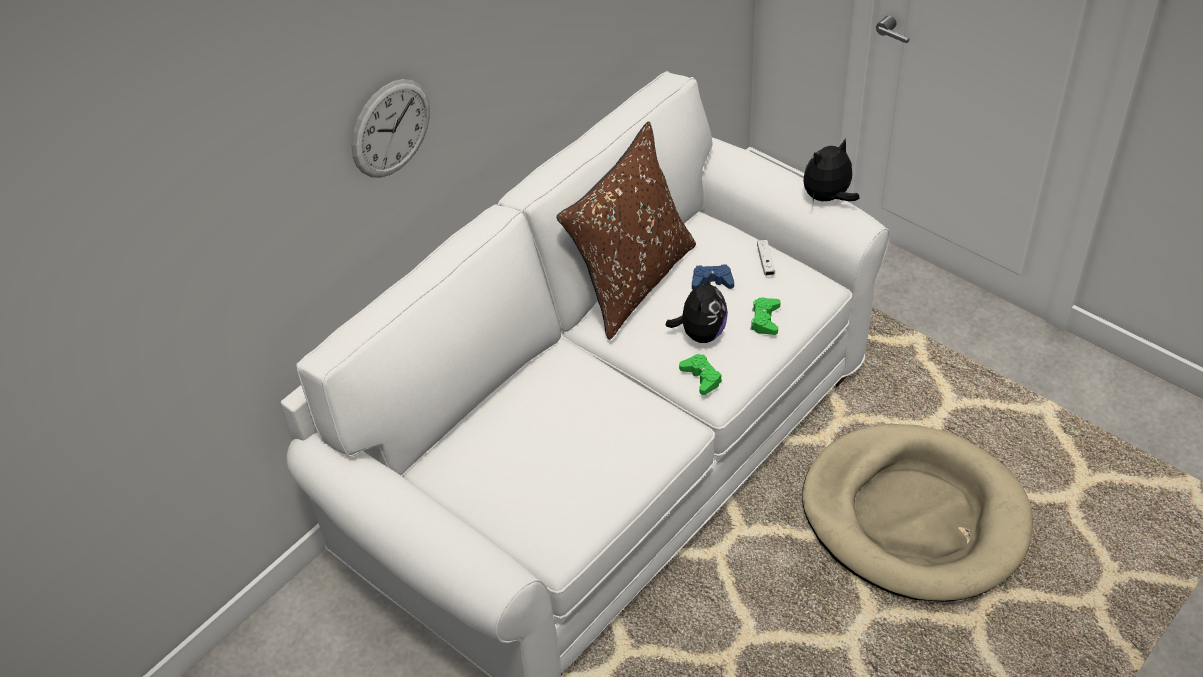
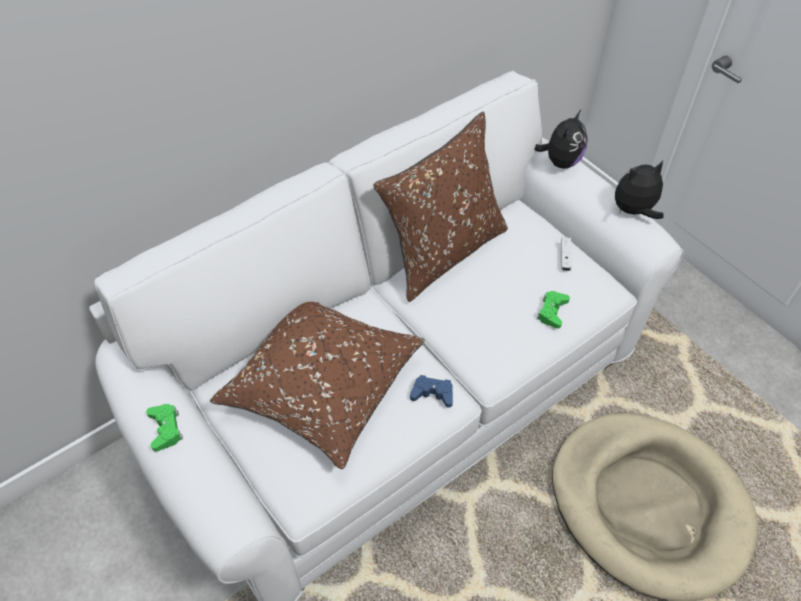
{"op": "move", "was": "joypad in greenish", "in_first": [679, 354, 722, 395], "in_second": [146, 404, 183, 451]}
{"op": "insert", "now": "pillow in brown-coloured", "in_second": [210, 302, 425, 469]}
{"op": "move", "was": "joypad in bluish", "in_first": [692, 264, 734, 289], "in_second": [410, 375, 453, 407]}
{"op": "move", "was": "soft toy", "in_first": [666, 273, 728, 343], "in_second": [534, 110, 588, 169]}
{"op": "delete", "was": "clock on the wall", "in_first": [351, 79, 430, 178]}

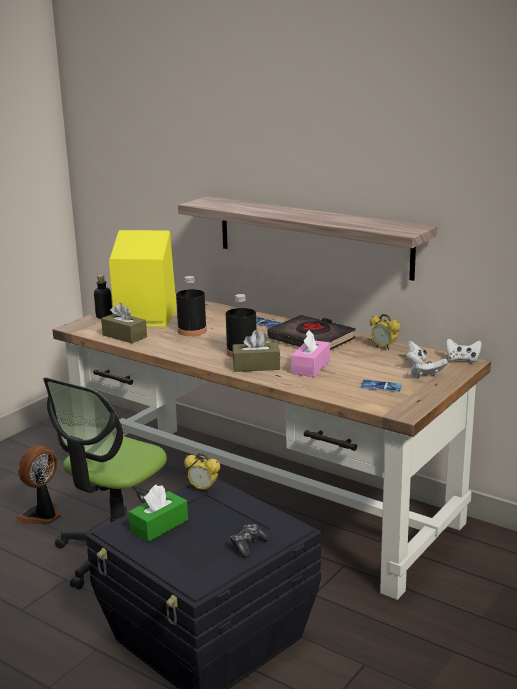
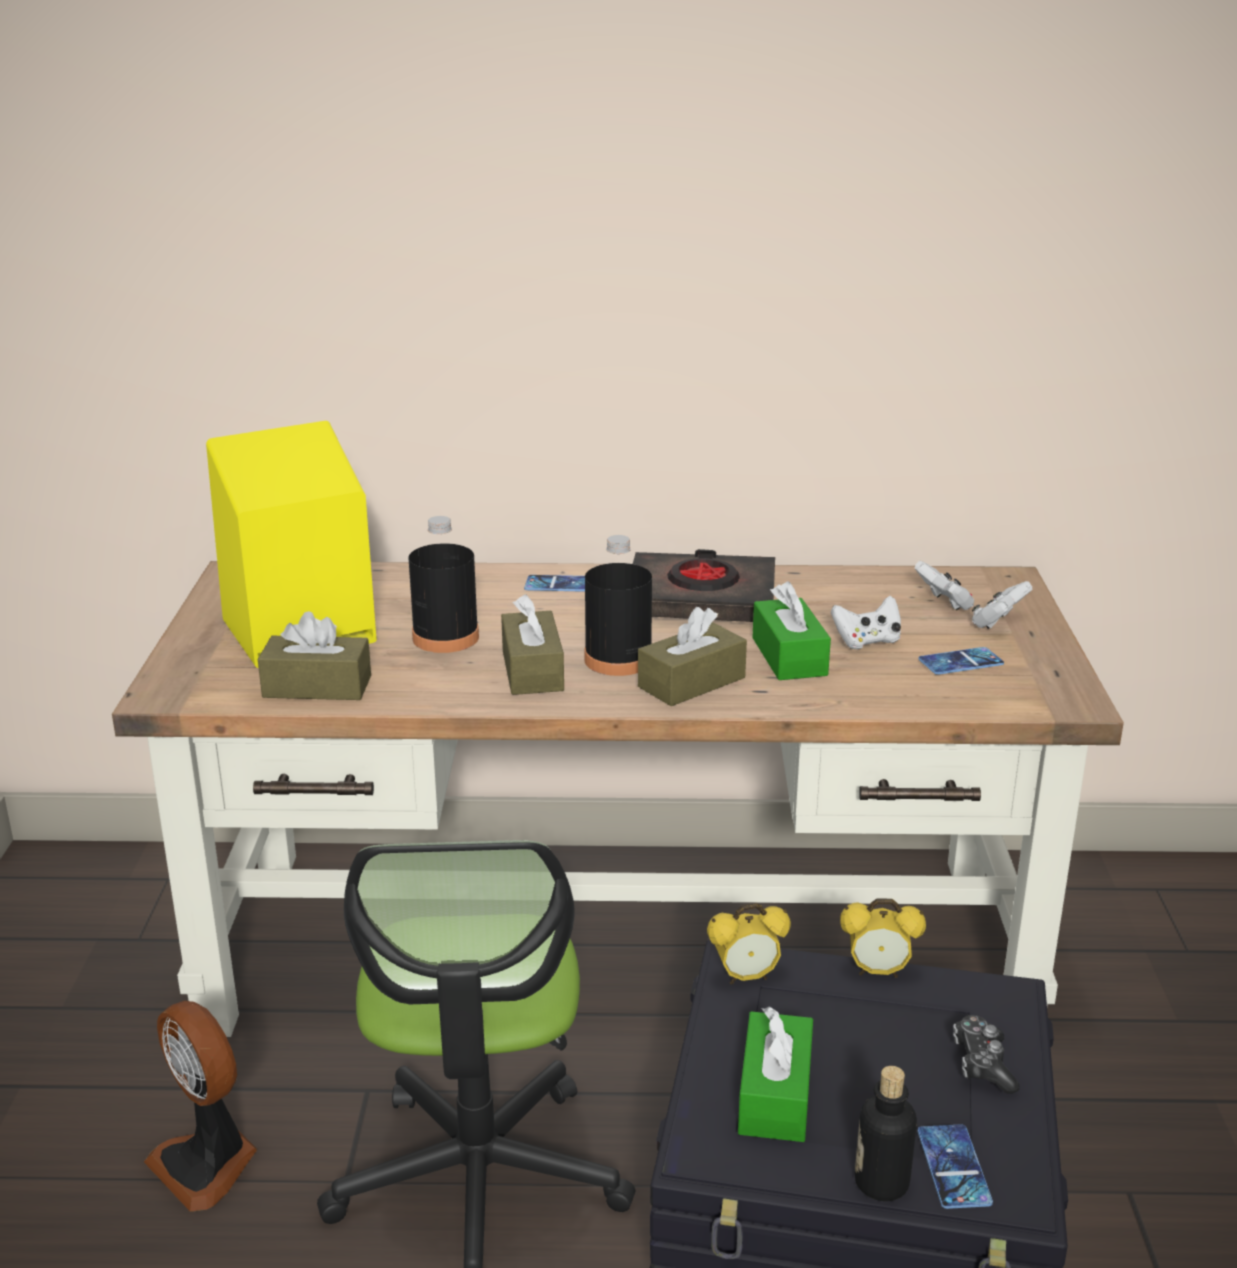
{"op": "rotate", "was": "fan", "in_first": [16, 445, 62, 524], "in_second": [144, 1001, 257, 1212], "clockwise": -45}
{"op": "insert", "now": "tissue holder in brown-coloured", "in_second": [501, 594, 564, 695]}
{"op": "recolor", "was": "tissue holder in pink-coloured", "now": "tissue holder in greenish", "in_first": [291, 330, 330, 377], "in_second": [752, 581, 831, 680]}
{"op": "move", "was": "joypad in white", "in_first": [446, 338, 482, 362], "in_second": [831, 595, 901, 649]}
{"op": "move", "was": "bedside clock", "in_first": [370, 314, 401, 350], "in_second": [840, 899, 926, 978]}
{"op": "move", "was": "bottle", "in_first": [94, 275, 113, 319], "in_second": [855, 1066, 917, 1201]}
{"op": "insert", "now": "phone", "in_second": [918, 1124, 993, 1209]}
{"op": "delete", "was": "wall shelf", "in_first": [178, 196, 437, 281]}

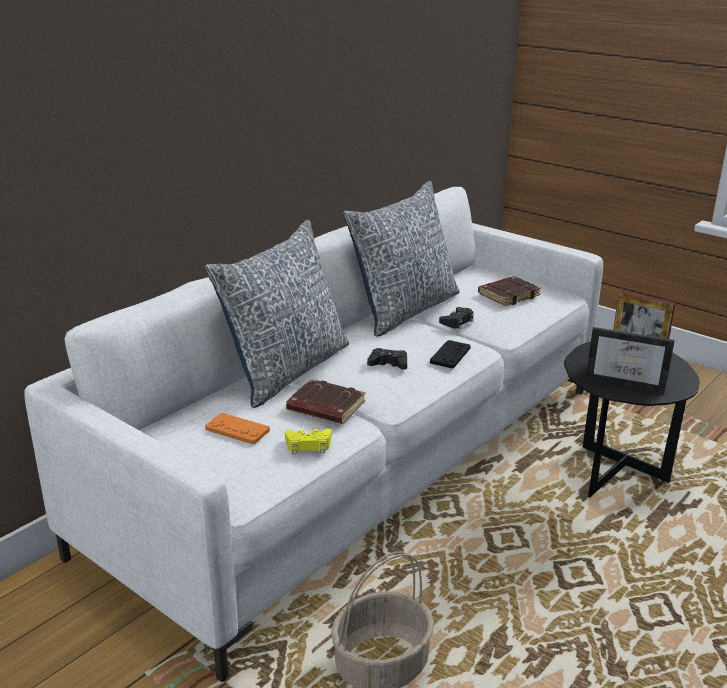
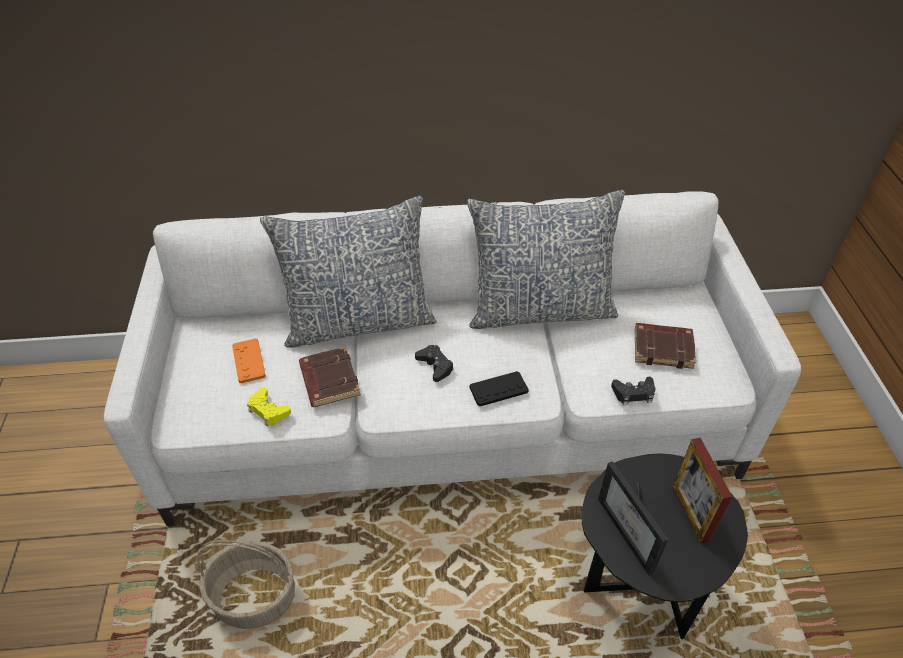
{"op": "move", "was": "joypad in blackish", "in_first": [439, 307, 474, 329], "in_second": [611, 377, 656, 405]}

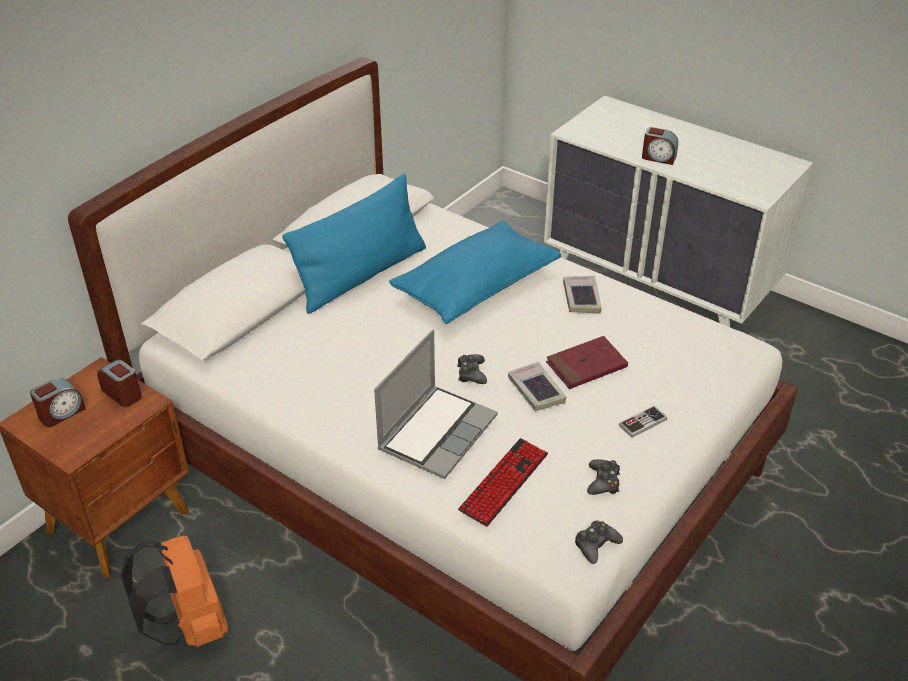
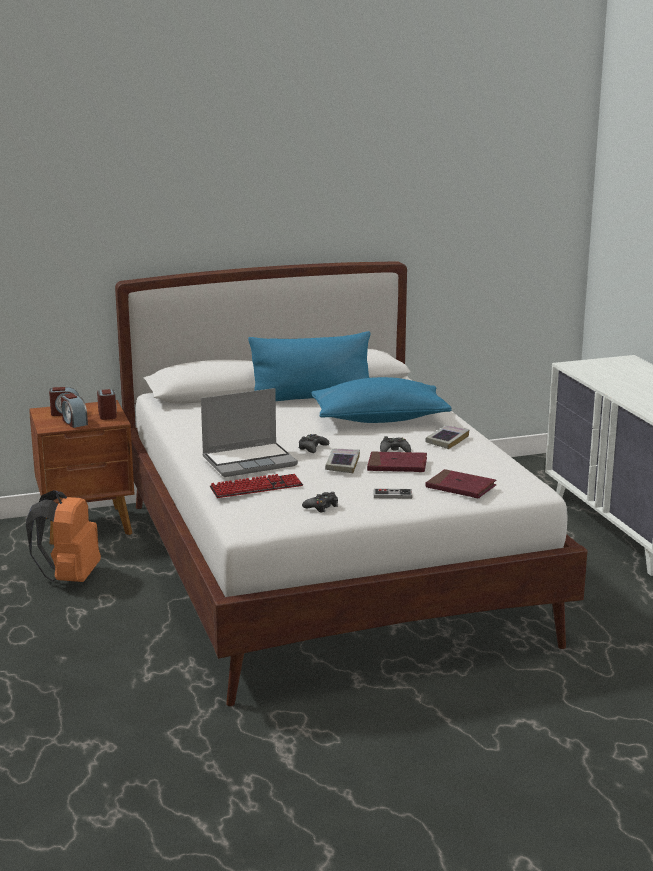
{"op": "move", "was": "bedside clock", "in_first": [642, 127, 678, 165], "in_second": [61, 393, 88, 428]}
{"op": "move", "was": "joypad in blackish", "in_first": [575, 520, 623, 564], "in_second": [380, 436, 411, 452]}
{"op": "insert", "now": "bound book in red", "in_second": [426, 469, 497, 498]}

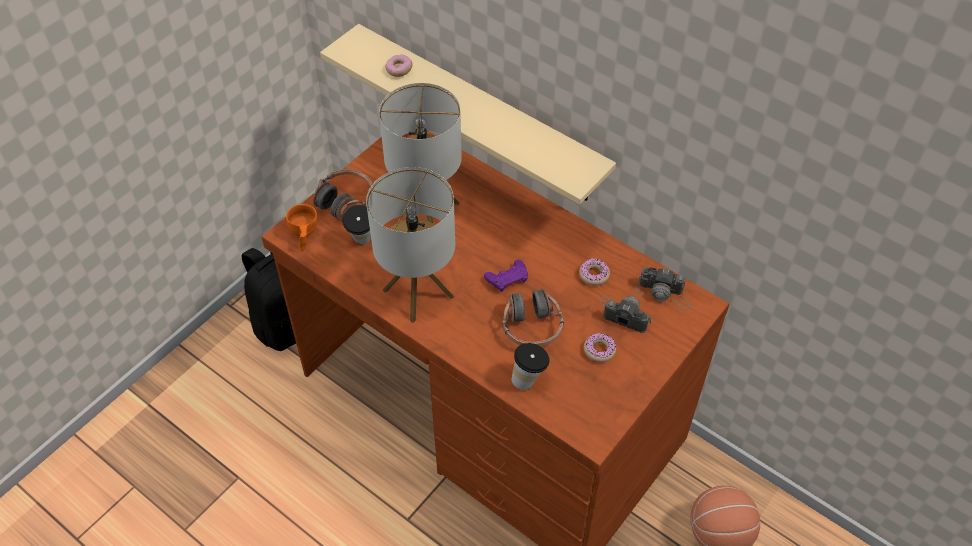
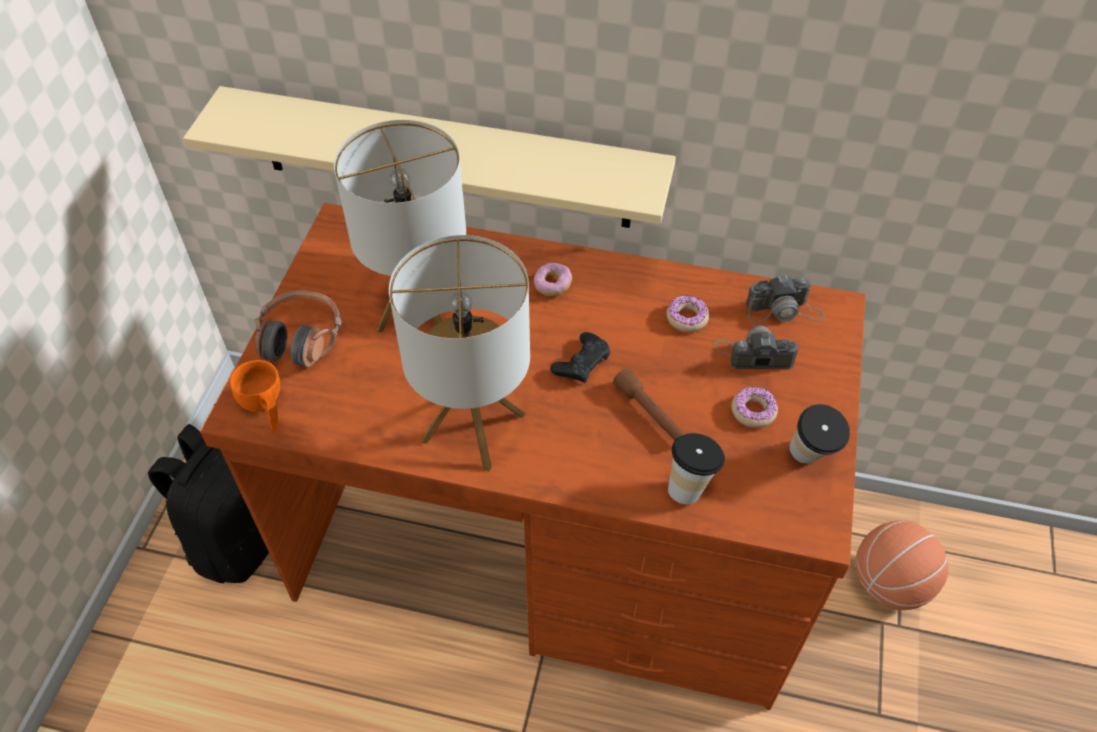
{"op": "move", "was": "donut", "in_first": [386, 54, 413, 77], "in_second": [534, 263, 572, 296]}
{"op": "recolor", "was": "joypad in purple-coloured", "now": "joypad in blackish", "in_first": [484, 259, 528, 292], "in_second": [550, 332, 610, 383]}
{"op": "replace", "was": "pair of headphones", "now": "hand torch in brown-coloured", "in_first": [502, 288, 564, 346], "in_second": [613, 368, 685, 440]}
{"op": "move", "was": "small cup", "in_first": [342, 205, 371, 244], "in_second": [790, 404, 850, 464]}

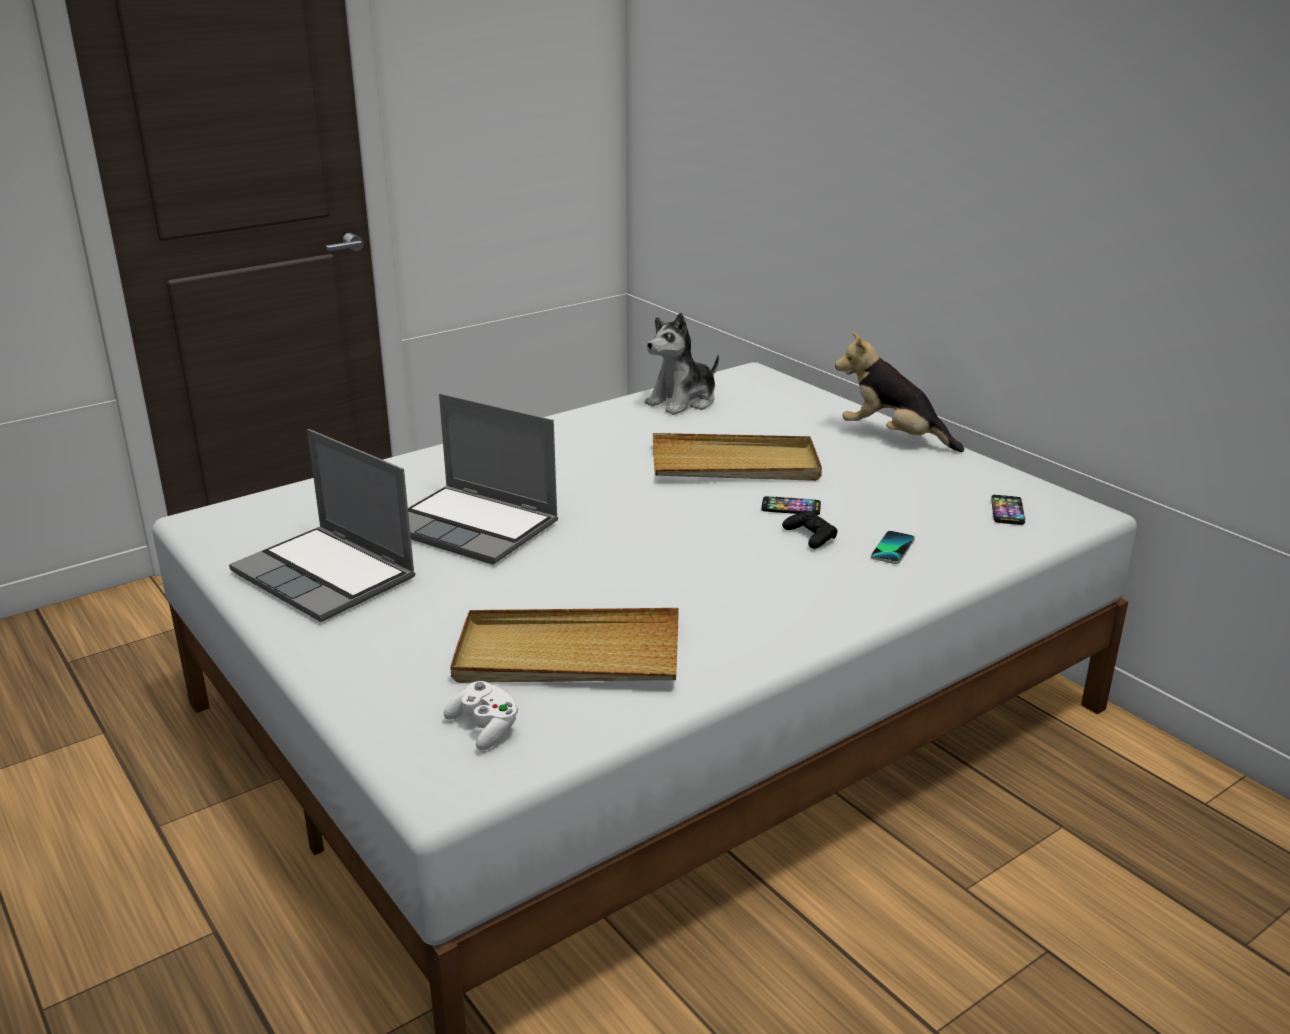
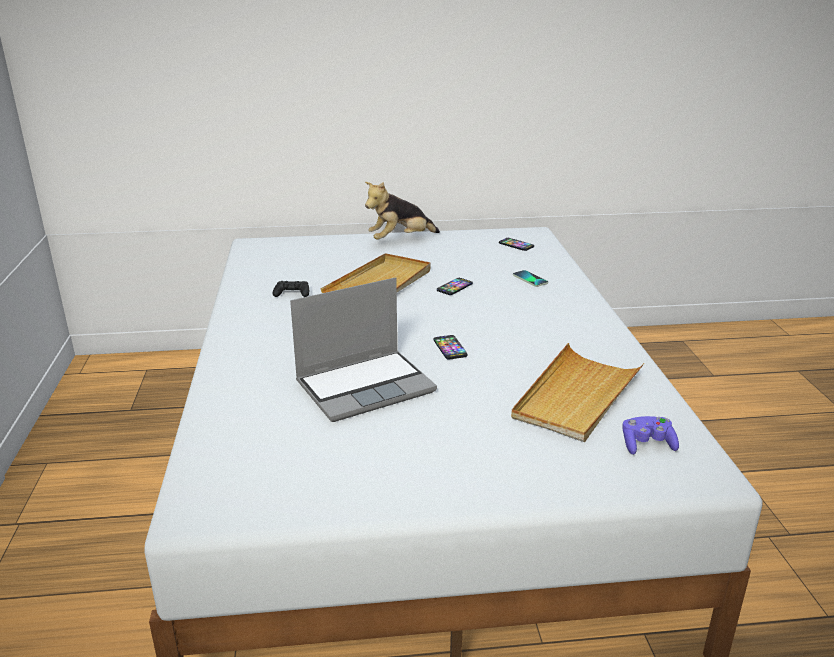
{"op": "move", "was": "joypad in blackish", "in_first": [782, 511, 838, 549], "in_second": [273, 281, 309, 297]}
{"op": "insert", "now": "phone", "in_second": [434, 335, 468, 359]}
{"op": "recolor", "was": "joypad in white", "now": "joypad in purple-coloured", "in_first": [443, 681, 518, 750], "in_second": [622, 416, 679, 455]}
{"op": "delete", "was": "portable computer", "in_first": [229, 429, 416, 622]}
{"op": "delete", "was": "soft toy", "in_first": [645, 312, 719, 415]}

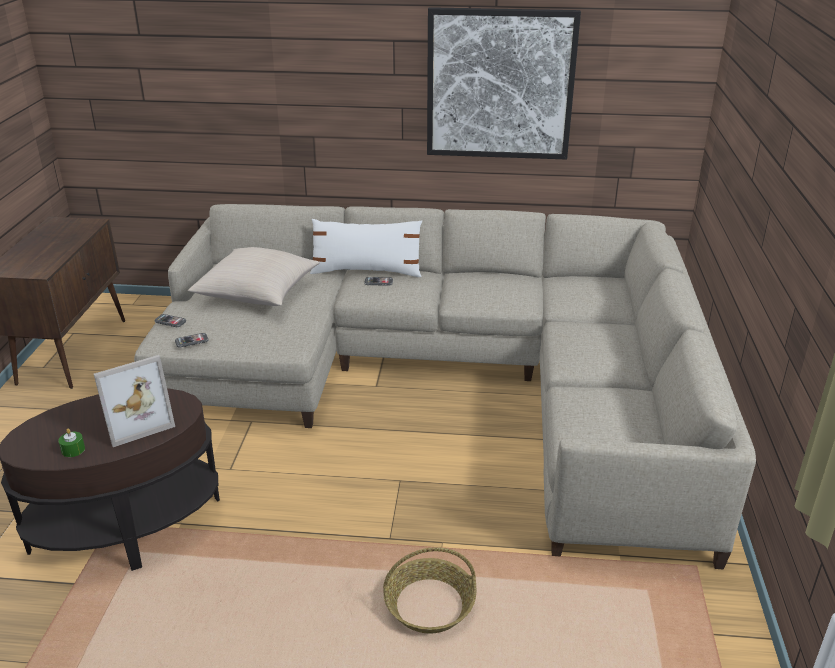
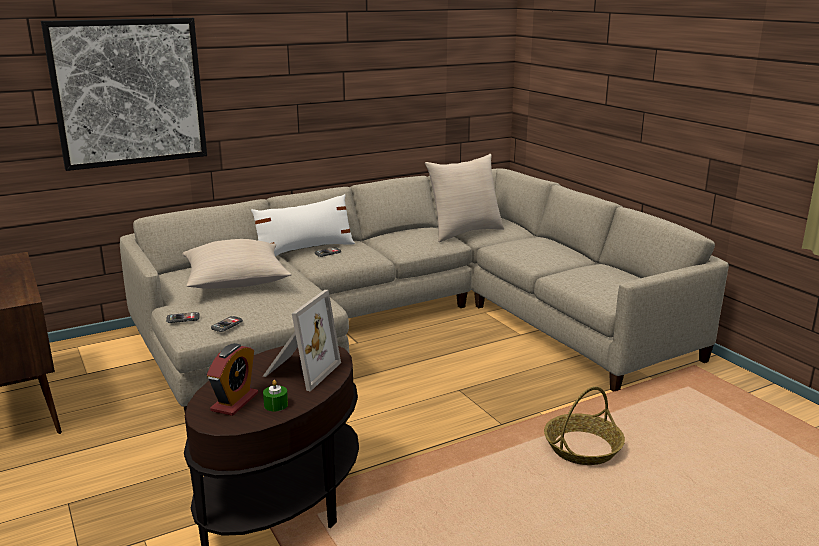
{"op": "move", "was": "wall picture", "in_first": [427, 7, 581, 160], "in_second": [41, 18, 207, 171]}
{"op": "insert", "now": "bedside clock", "in_second": [207, 343, 258, 416]}
{"op": "insert", "now": "pillow in sand-coloured", "in_second": [425, 154, 504, 242]}

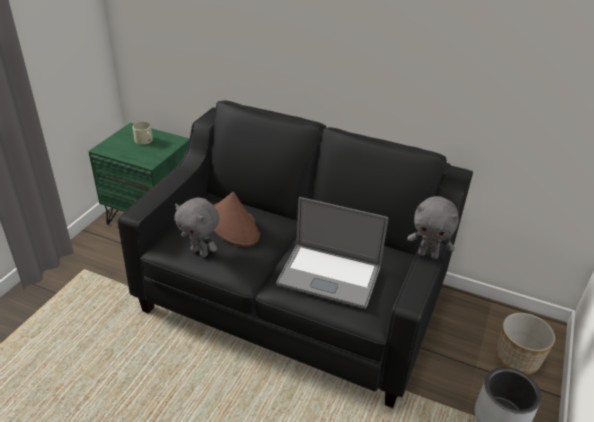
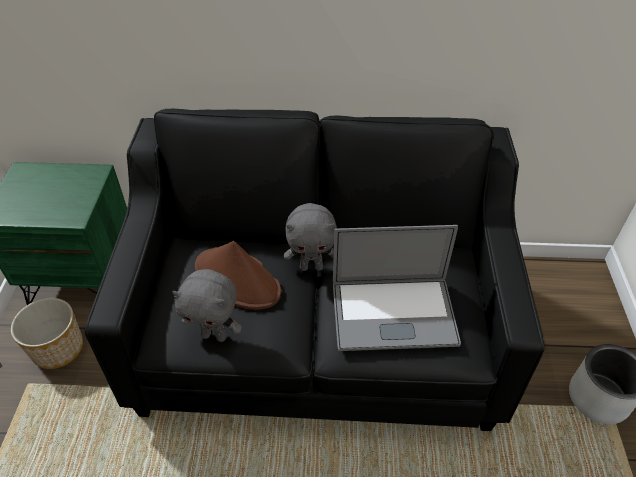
{"op": "move", "was": "flower pot", "in_first": [497, 313, 555, 374], "in_second": [11, 298, 83, 369]}
{"op": "move", "was": "soft toy in greyish", "in_first": [407, 196, 459, 259], "in_second": [284, 203, 337, 271]}
{"op": "delete", "was": "tea mug in sand-coloured", "in_first": [132, 122, 153, 145]}

